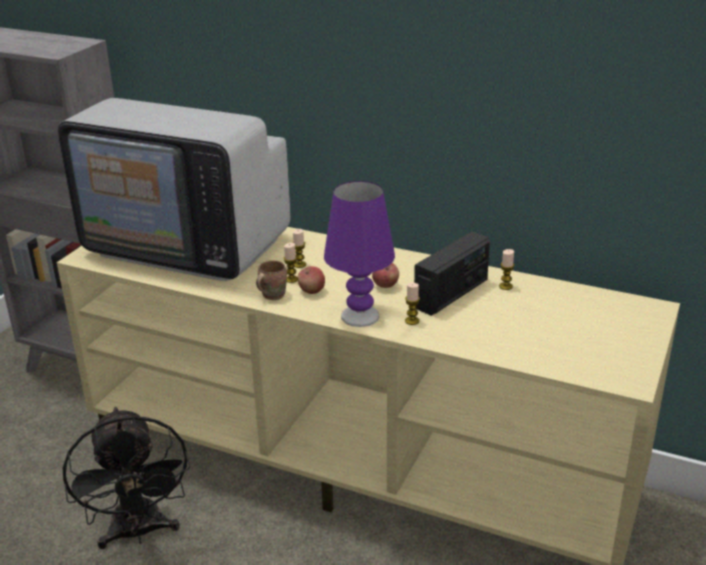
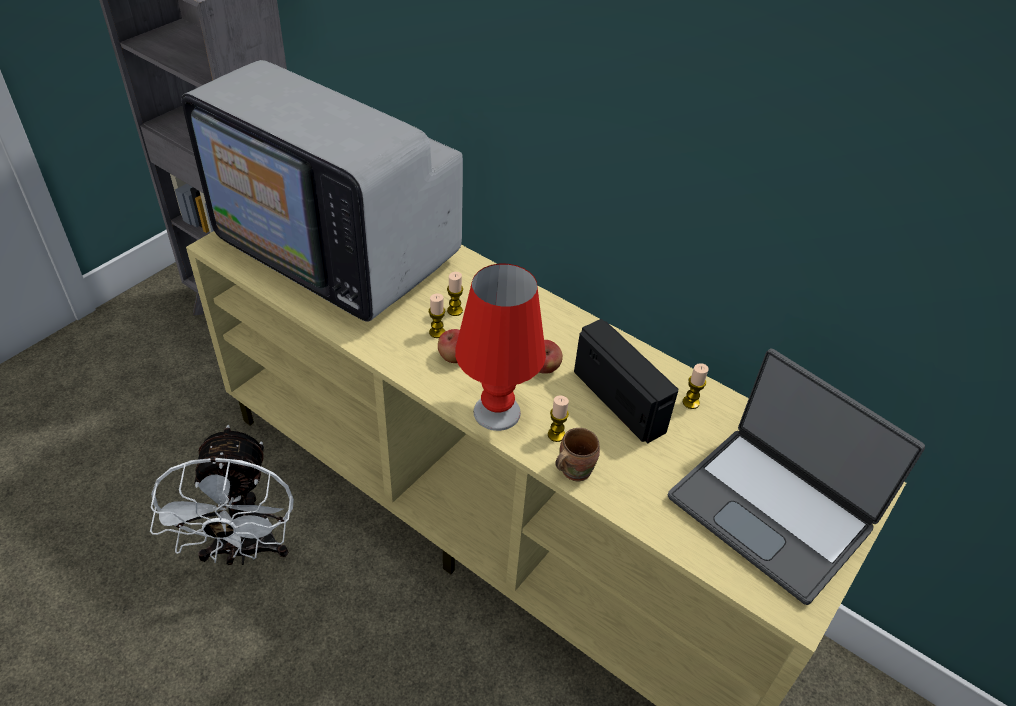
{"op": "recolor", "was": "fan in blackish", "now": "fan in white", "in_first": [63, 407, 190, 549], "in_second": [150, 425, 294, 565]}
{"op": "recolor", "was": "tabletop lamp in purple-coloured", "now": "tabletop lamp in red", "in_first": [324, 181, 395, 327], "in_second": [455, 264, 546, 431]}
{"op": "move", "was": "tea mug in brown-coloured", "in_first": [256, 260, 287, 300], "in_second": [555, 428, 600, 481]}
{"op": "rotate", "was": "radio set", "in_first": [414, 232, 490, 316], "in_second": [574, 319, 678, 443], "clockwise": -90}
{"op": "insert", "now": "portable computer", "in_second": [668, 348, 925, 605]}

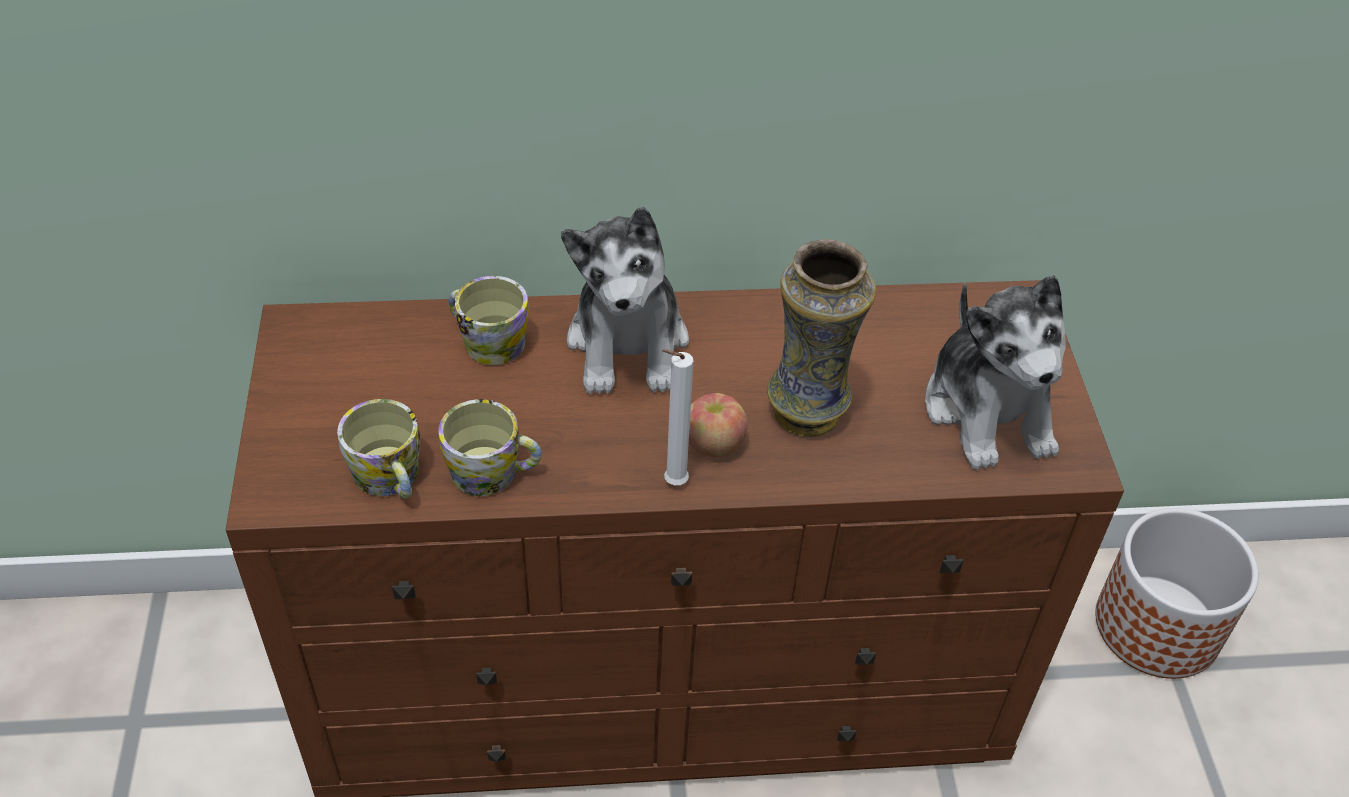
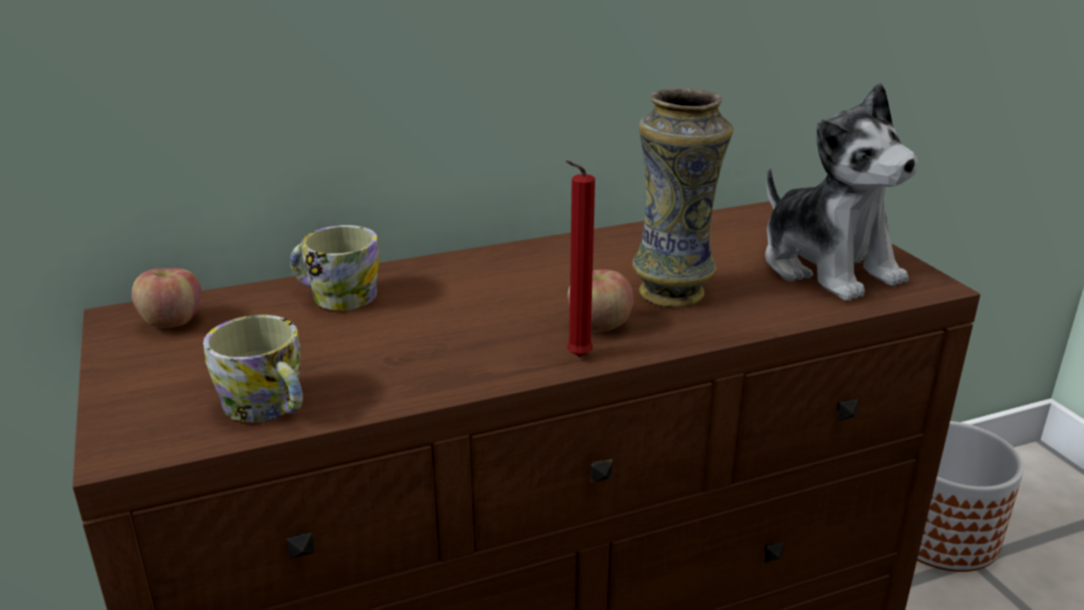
{"op": "insert", "now": "whole apple", "in_second": [132, 268, 202, 328]}
{"op": "recolor", "was": "wax light in white", "now": "wax light in red", "in_first": [662, 349, 693, 485], "in_second": [566, 160, 595, 357]}
{"op": "delete", "was": "tea mug", "in_first": [439, 399, 542, 496]}
{"op": "delete", "was": "soft toy", "in_first": [561, 207, 689, 394]}

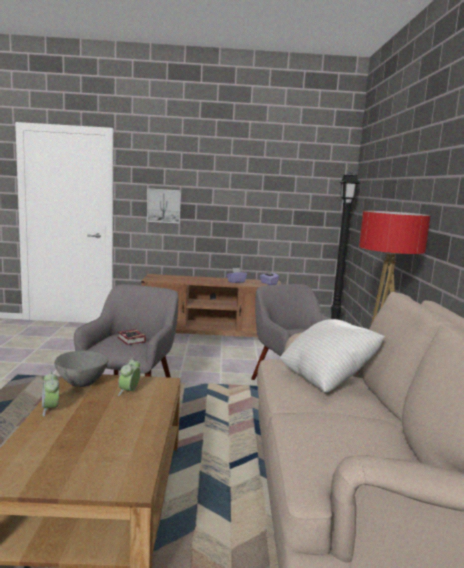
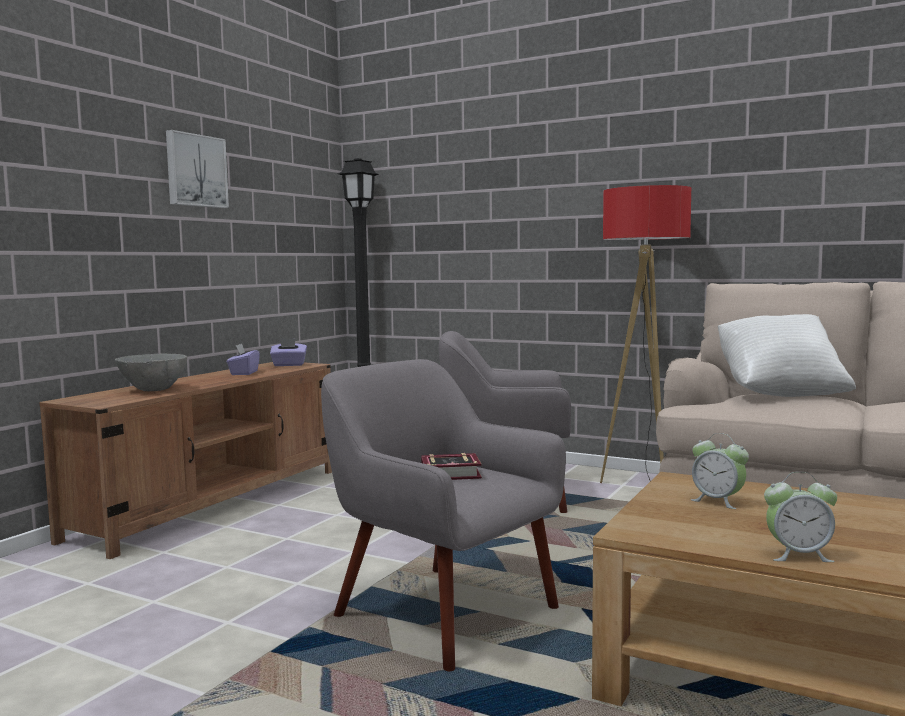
{"op": "move", "was": "deep dish in greyish", "in_first": [54, 350, 108, 387], "in_second": [115, 354, 187, 391]}
{"op": "move", "was": "wall picture", "in_first": [147, 189, 181, 224], "in_second": [166, 130, 229, 208]}

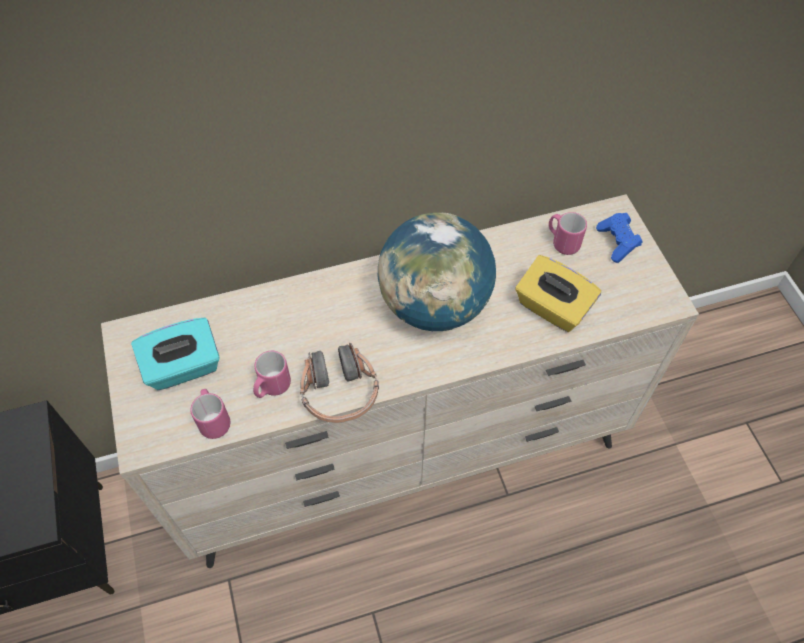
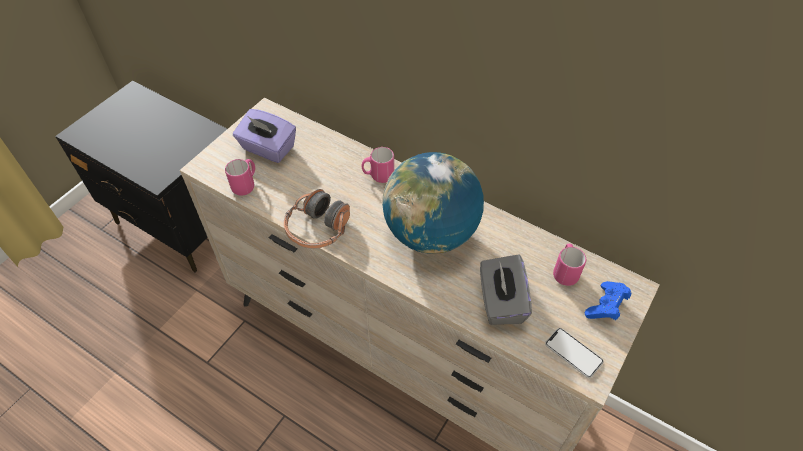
{"op": "recolor", "was": "tissue holder in turquoise", "now": "tissue holder in purple-coloured", "in_first": [131, 318, 220, 390], "in_second": [233, 109, 296, 163]}
{"op": "move", "was": "tea mug in pink-coloured", "in_first": [253, 351, 291, 398], "in_second": [362, 147, 394, 183]}
{"op": "recolor", "was": "tissue holder in yellowish", "now": "tissue holder in greyish", "in_first": [515, 255, 601, 332], "in_second": [480, 254, 532, 325]}
{"op": "insert", "now": "phone", "in_second": [545, 328, 604, 378]}

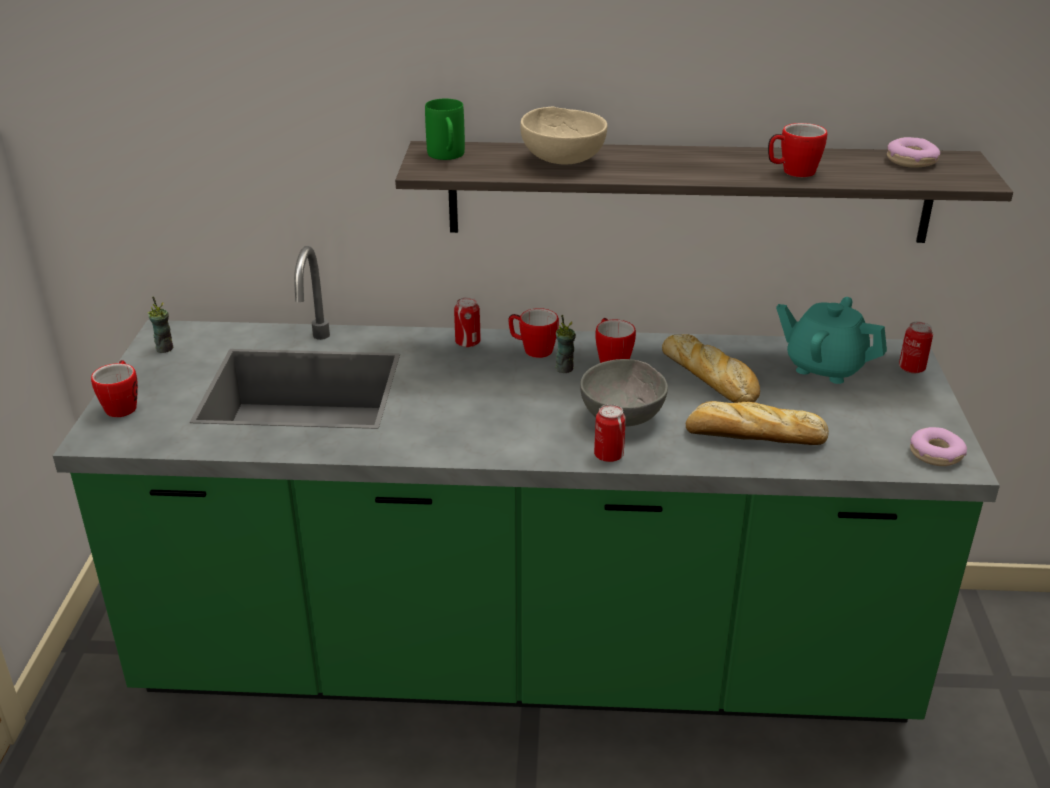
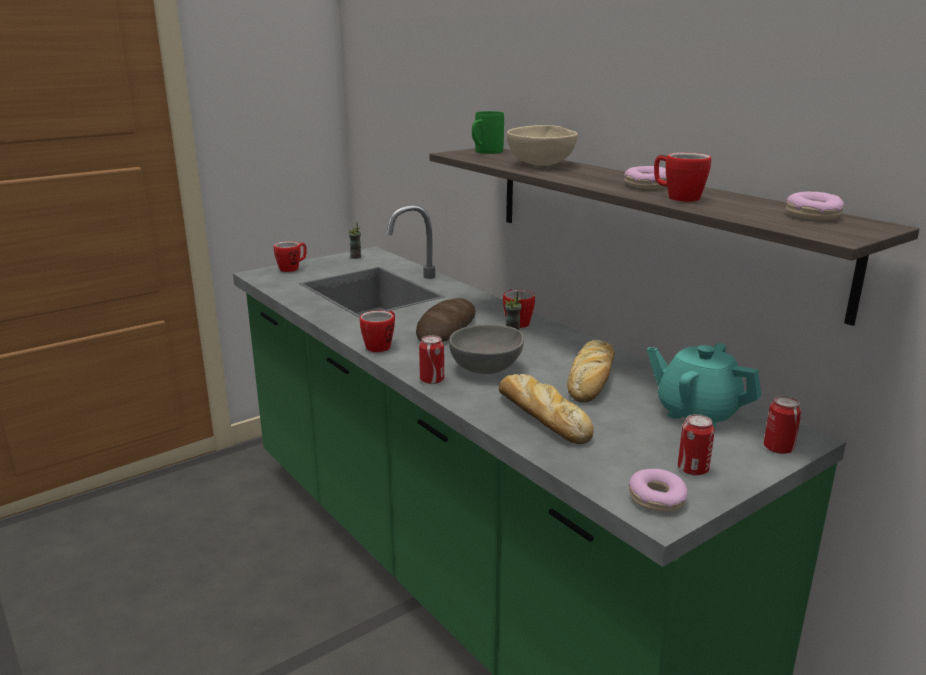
{"op": "move", "was": "tea mug", "in_first": [595, 318, 636, 363], "in_second": [360, 311, 395, 352]}
{"op": "insert", "now": "baked bread", "in_second": [416, 298, 476, 342]}
{"op": "insert", "now": "donut", "in_second": [624, 166, 667, 189]}
{"op": "rotate", "was": "tea pot in turquoise", "in_first": [776, 297, 887, 384], "in_second": [647, 343, 761, 429], "clockwise": -45}
{"op": "move", "was": "metal can", "in_first": [454, 297, 481, 347], "in_second": [678, 414, 715, 476]}

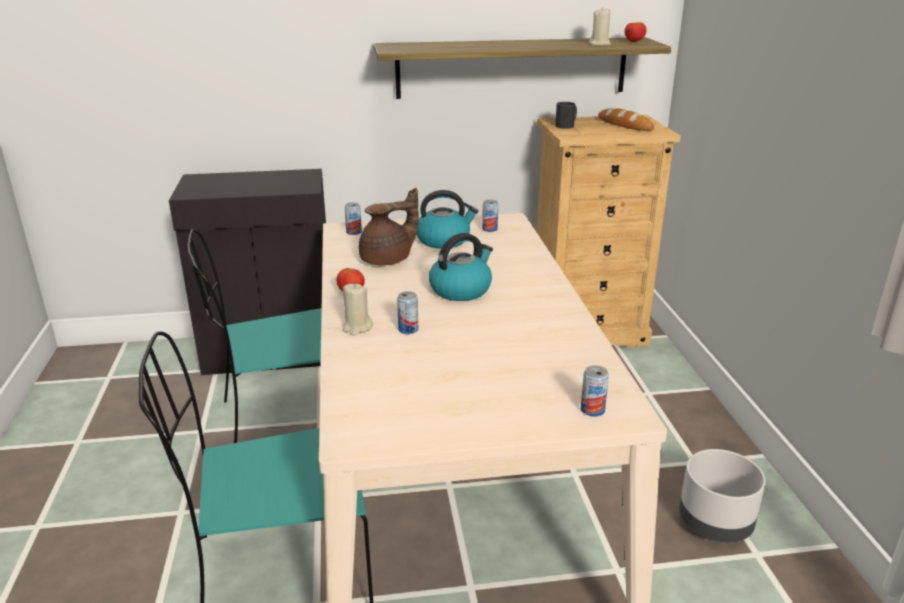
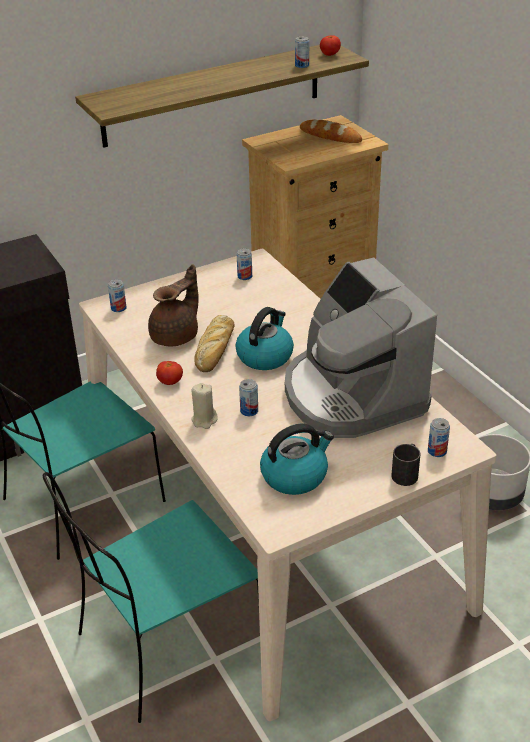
{"op": "insert", "now": "baked bread", "in_second": [194, 315, 235, 372]}
{"op": "move", "was": "tea kettle", "in_first": [417, 190, 478, 249], "in_second": [260, 423, 334, 495]}
{"op": "insert", "now": "coffee machine", "in_second": [285, 258, 437, 438]}
{"op": "replace", "was": "wax light in sand-coloured", "now": "metal can", "in_first": [589, 7, 611, 45], "in_second": [295, 36, 309, 68]}
{"op": "move", "was": "tea mug in blackish", "in_first": [555, 102, 577, 129], "in_second": [391, 444, 420, 486]}

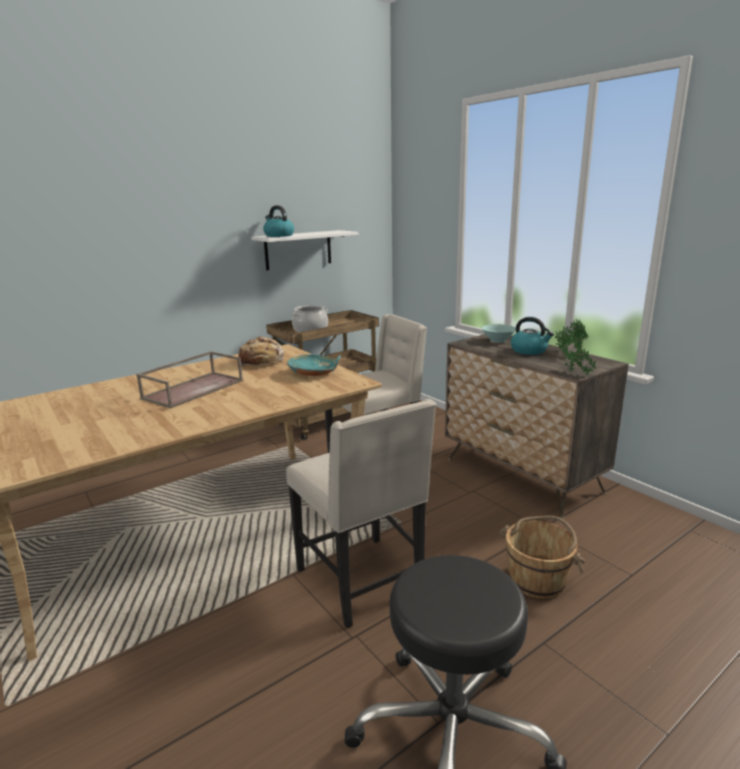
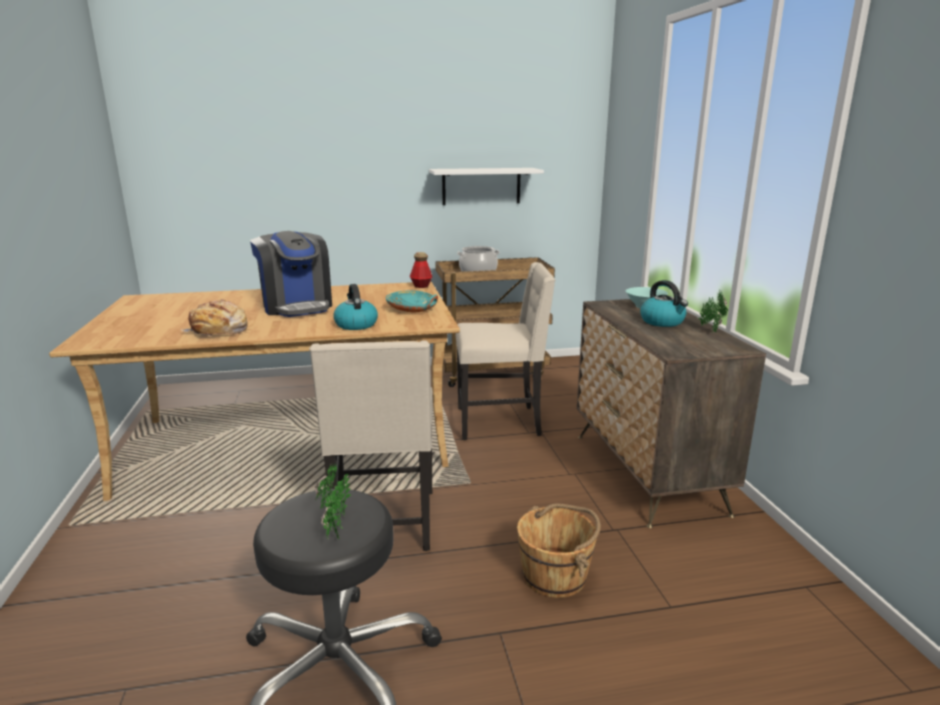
{"op": "move", "was": "baked bread", "in_first": [236, 336, 284, 365], "in_second": [182, 299, 248, 337]}
{"op": "replace", "was": "carrying tray in brown-coloured", "now": "coffee machine", "in_first": [136, 351, 243, 409], "in_second": [250, 231, 332, 317]}
{"op": "move", "was": "potted plant", "in_first": [560, 335, 596, 375], "in_second": [315, 463, 351, 540]}
{"op": "move", "was": "tea kettle", "in_first": [263, 205, 294, 237], "in_second": [334, 284, 378, 330]}
{"op": "insert", "now": "bottle", "in_second": [410, 252, 432, 288]}

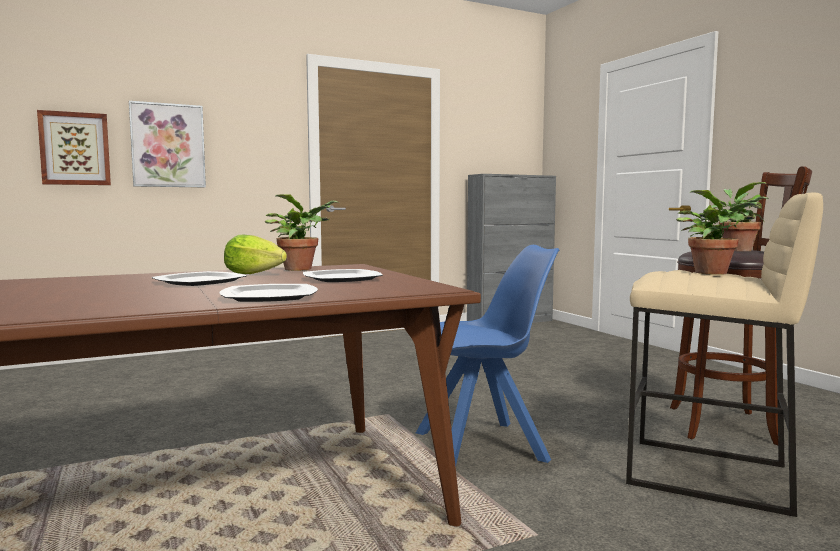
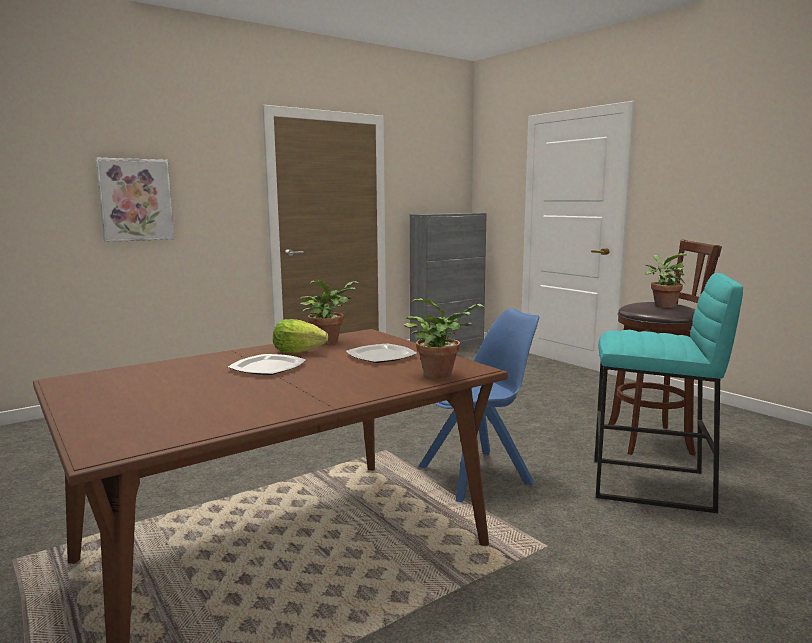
{"op": "move", "was": "potted plant", "in_first": [676, 190, 769, 275], "in_second": [404, 298, 484, 379]}
{"op": "recolor", "was": "stool seat in sand-coloured", "now": "stool seat in turquoise", "in_first": [626, 193, 823, 517], "in_second": [594, 273, 743, 513]}
{"op": "delete", "was": "wall picture", "in_first": [37, 110, 111, 185]}
{"op": "delete", "was": "plate", "in_first": [219, 284, 318, 302]}

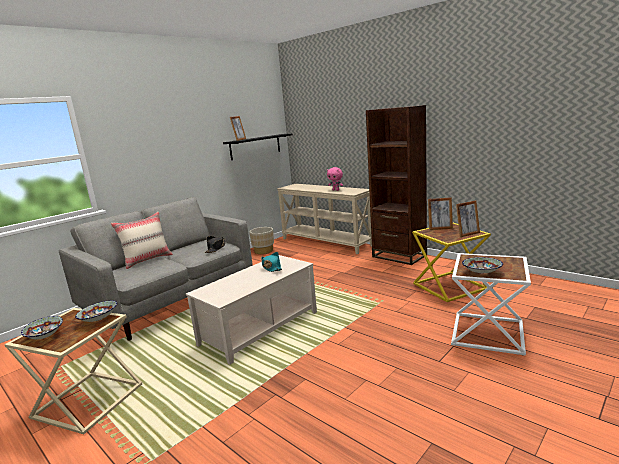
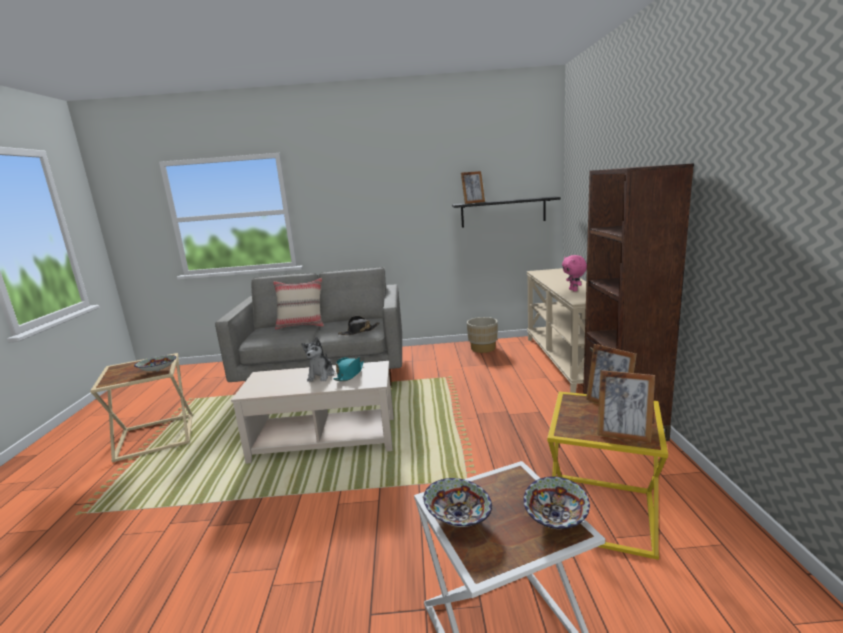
{"op": "insert", "now": "soft toy", "in_second": [301, 337, 335, 382]}
{"op": "move", "was": "deep dish", "in_first": [21, 316, 63, 339], "in_second": [524, 477, 590, 529]}

